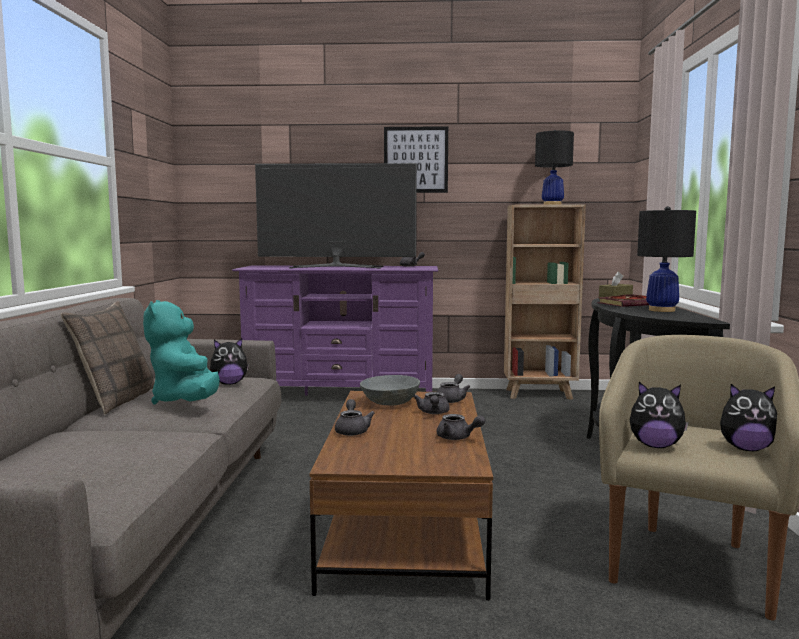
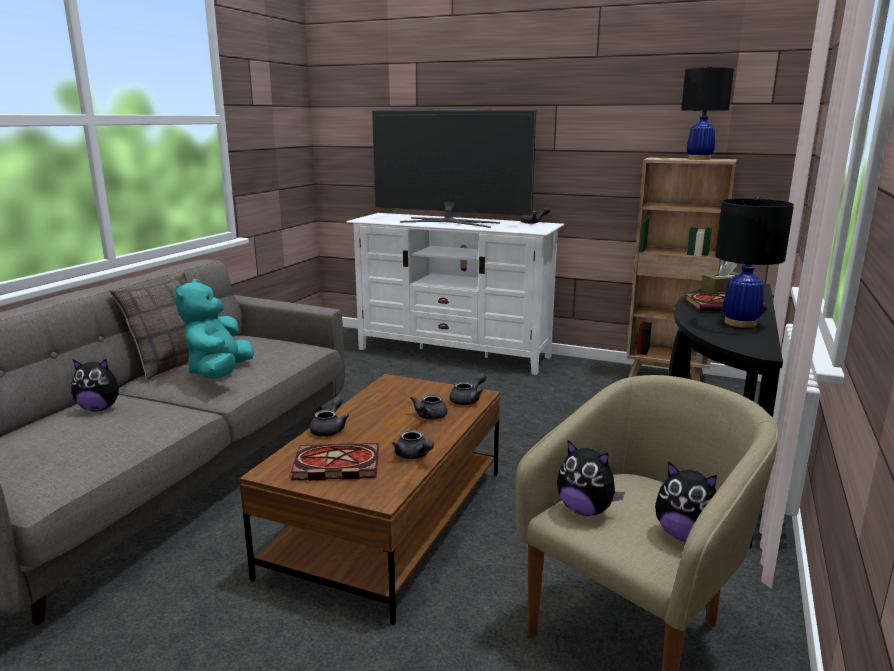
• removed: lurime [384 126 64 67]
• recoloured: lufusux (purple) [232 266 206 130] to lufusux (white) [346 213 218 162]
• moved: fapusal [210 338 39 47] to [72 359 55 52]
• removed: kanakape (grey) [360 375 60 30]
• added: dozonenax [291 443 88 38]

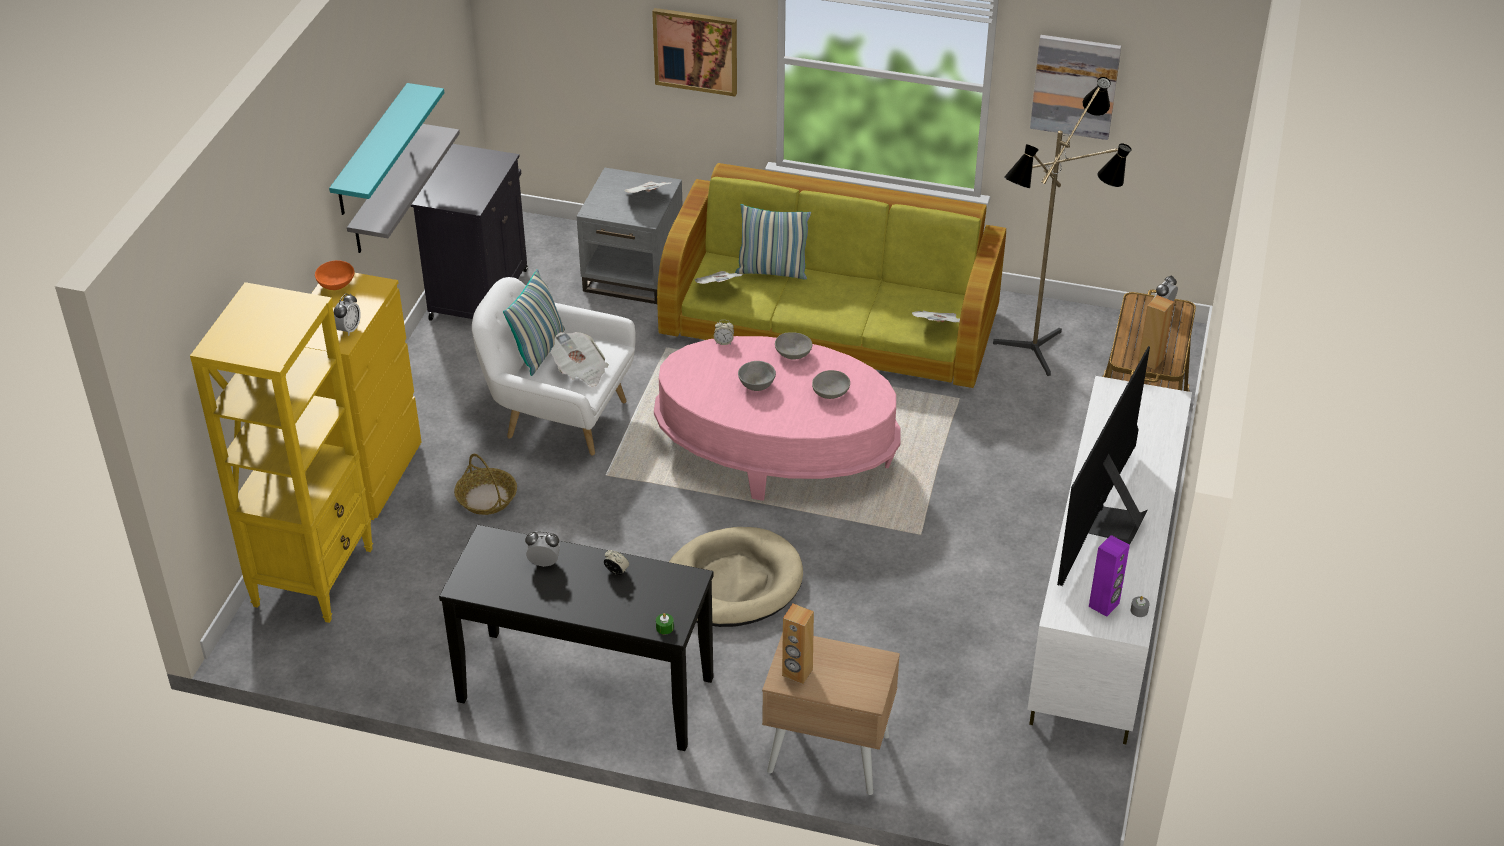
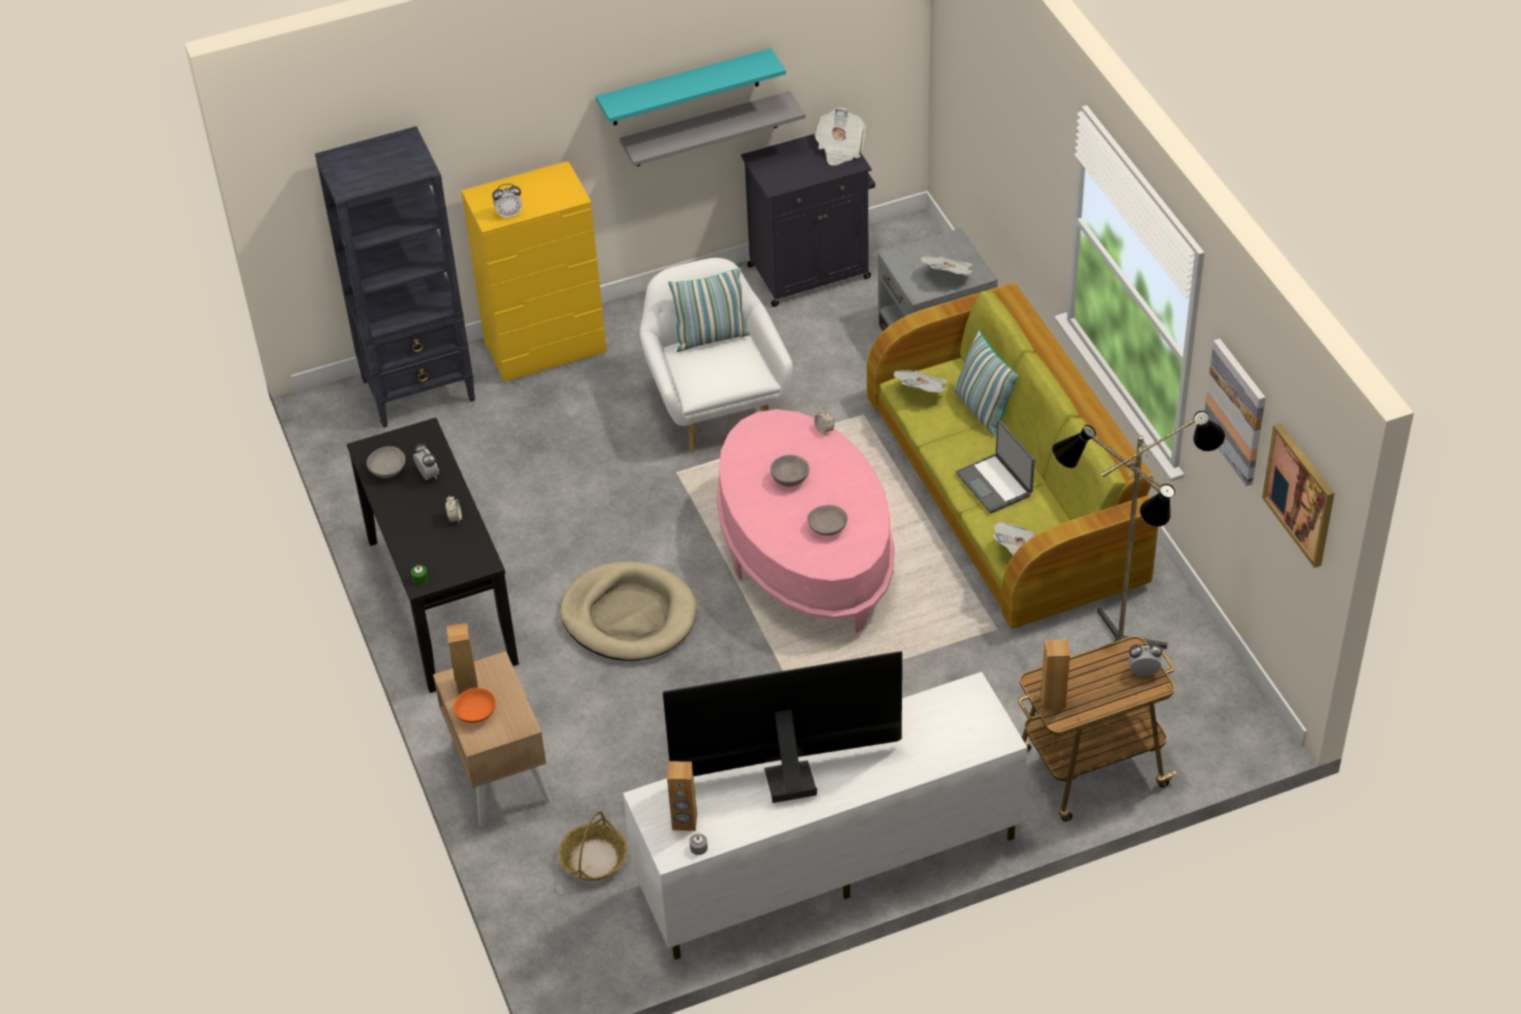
• moved: lurime [652 8 85 88] to [1262 423 73 145]
• moved: kanakape (orange) [315 260 39 30] to [454 688 42 35]
• recoloured: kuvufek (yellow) [190 282 183 341] to kuvufek (black) [315 126 160 302]
• moved: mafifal [551 332 58 55] to [815 107 51 59]
• moved: kanakape (grey) [775 332 38 28] to [367 446 39 32]
• moved: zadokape [454 454 63 61] to [558 811 69 70]
• recoloured: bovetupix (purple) [1089 535 41 82] to bovetupix (brown) [667 761 30 70]
• added: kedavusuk [956 420 79 93]

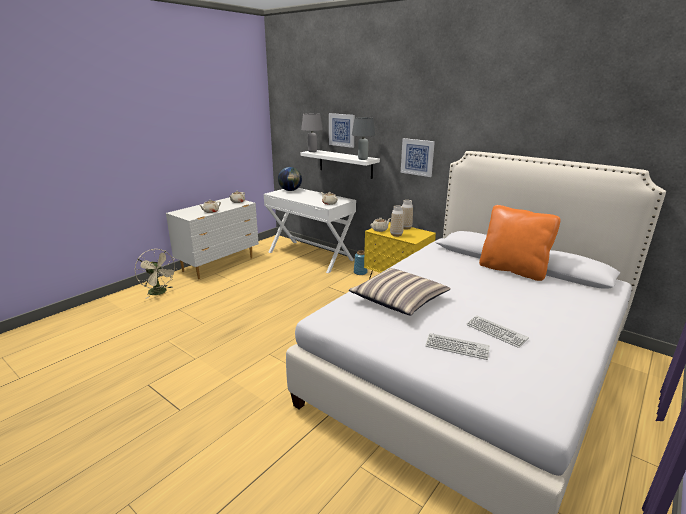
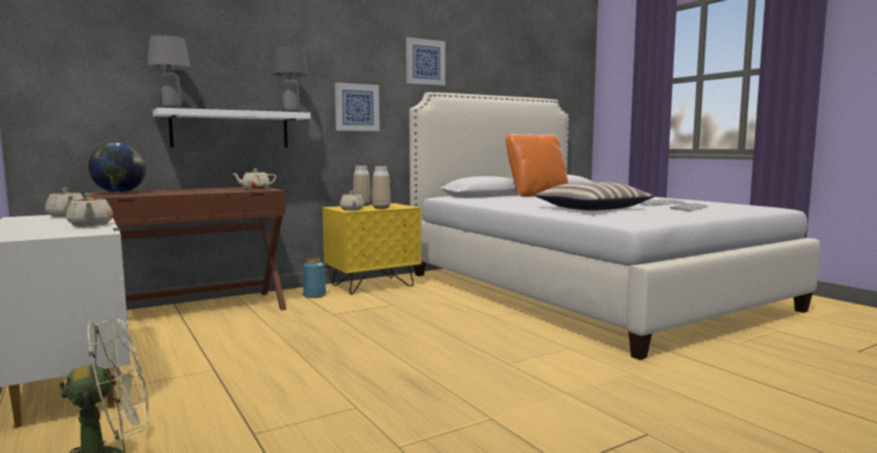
• moved: lurime [329 113 26 35] to [406 37 39 49]
• recoloured: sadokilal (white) [264 188 92 85] to sadokilal (brown) [90 187 197 123]

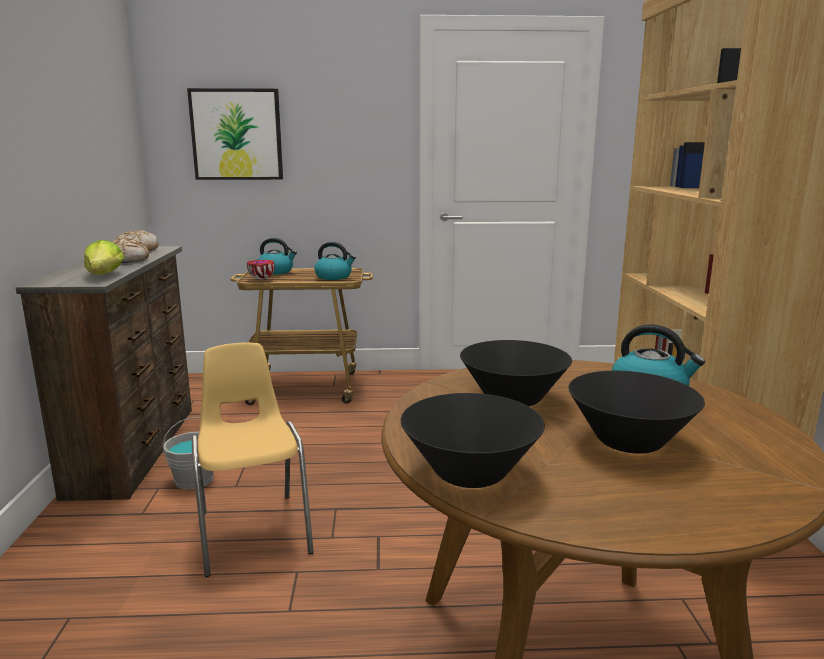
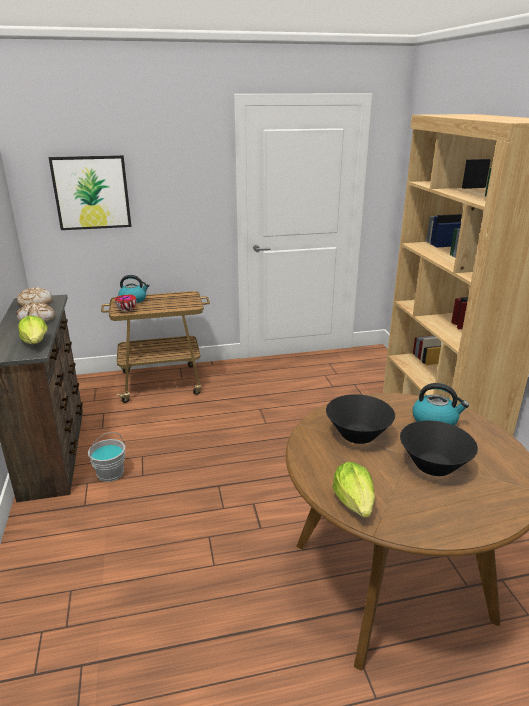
• removed: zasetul [314 242 42 38]
• removed: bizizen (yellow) [192 342 122 235]
• replaced: kanakape (black) [401 393 144 95] to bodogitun [332 462 43 56]

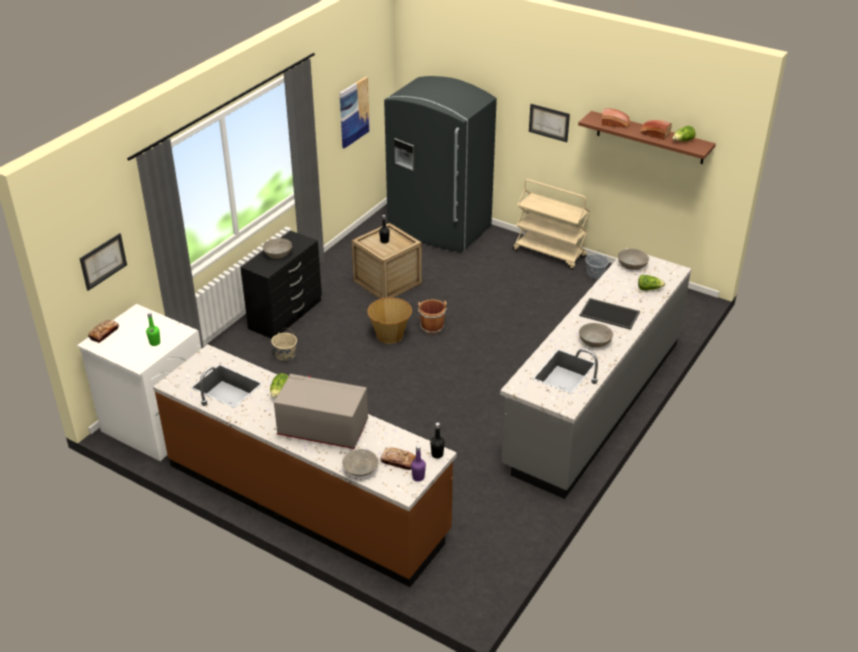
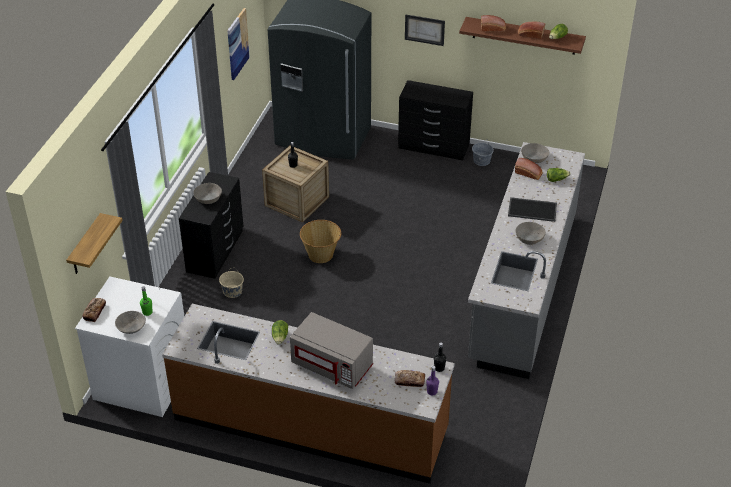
• replaced: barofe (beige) [513 179 77 90] to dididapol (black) [398 80 75 80]
• replaced: lurime [80 233 47 58] to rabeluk [66 213 57 61]
• removed: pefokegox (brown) [417 299 30 35]
• turned: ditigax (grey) [274 374 94 75] = [290 312 83 77] 150 degrees counterclockwise
• moved: kanakape (grey) [342 449 37 28] to [115 311 31 23]
• added: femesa [515 158 28 22]

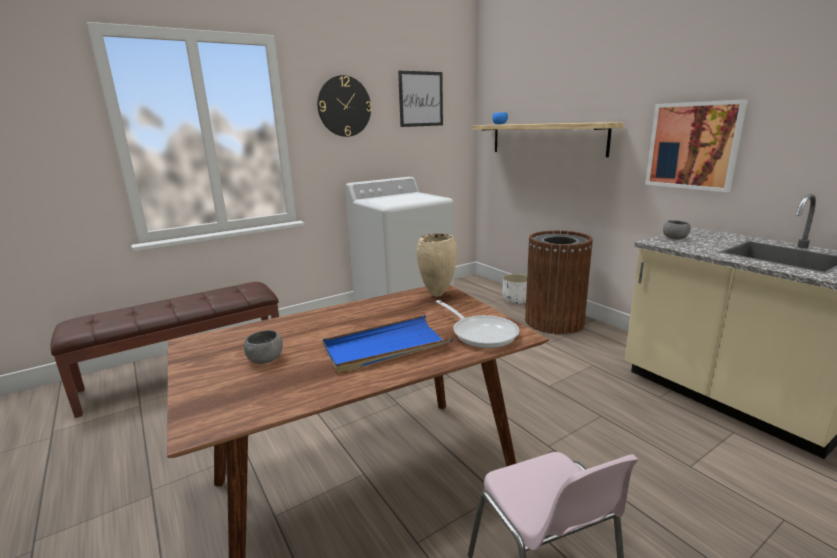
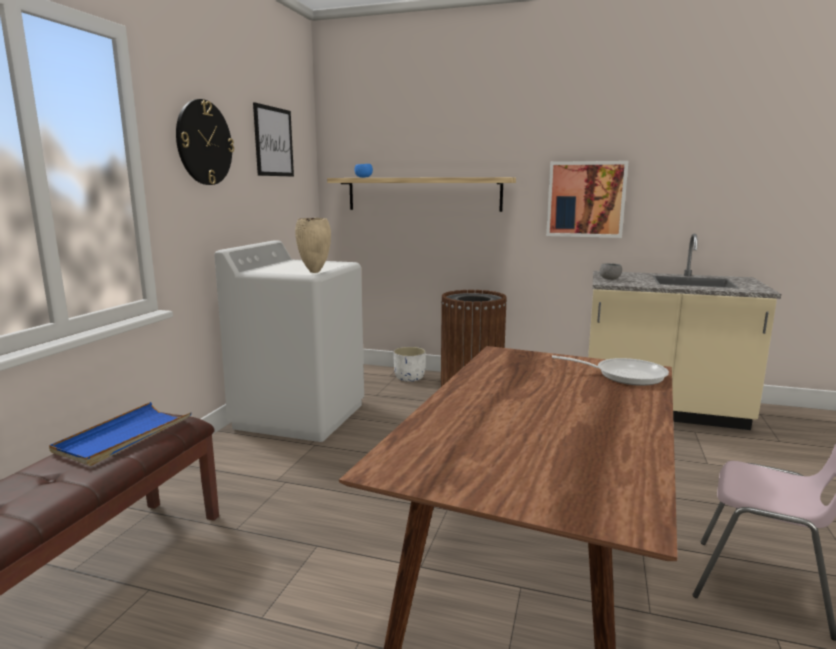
• moved: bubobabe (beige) [417 234 40 63] to [295 218 36 55]
• moved: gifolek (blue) [322 315 131 58] to [49 402 143 64]
• removed: kanakape (grey) [244 330 39 34]

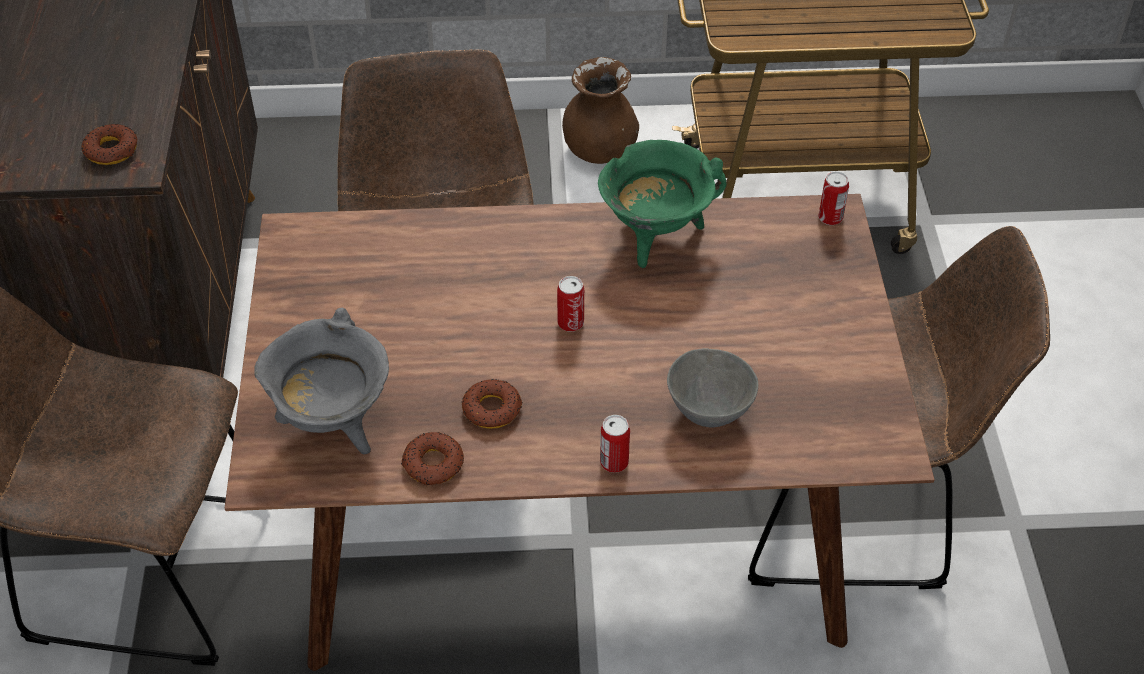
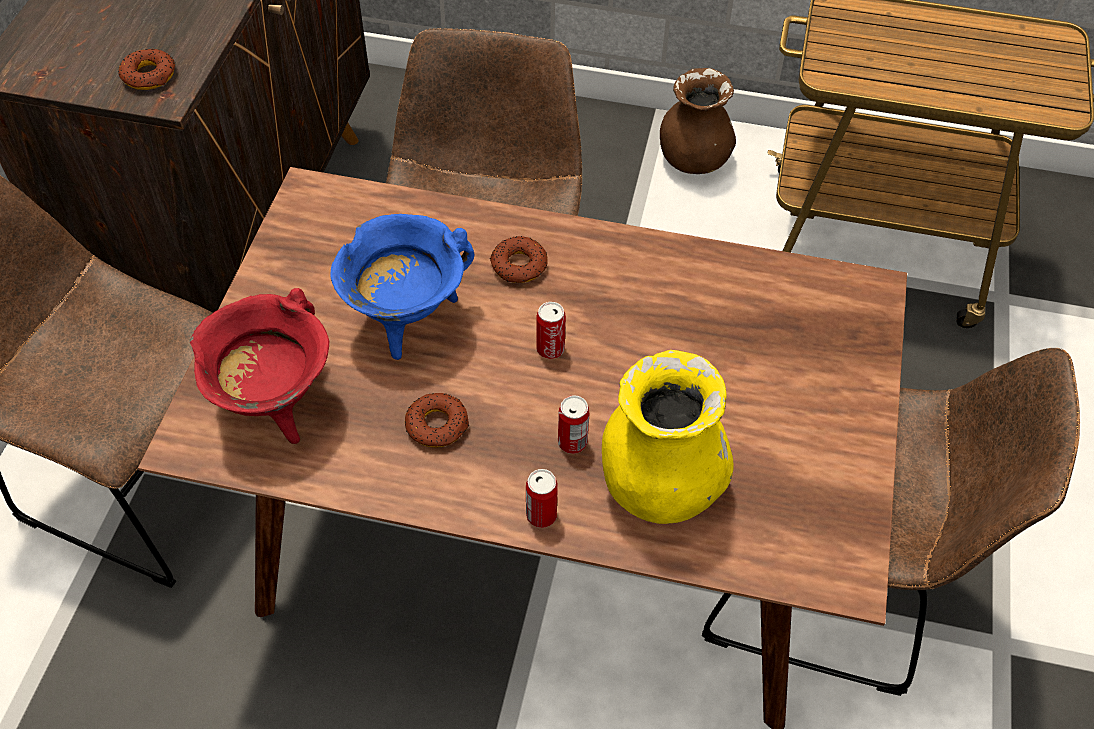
• removed: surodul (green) [598 140 128 128]
• moved: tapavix [818 171 31 54] to [558 395 31 59]
• recoloured: surodul (grey) [254 308 135 146] to surodul (red) [190 288 139 156]
• replaced: kanakape (grey) [667 348 91 79] to bubobabe (yellow) [602 350 131 174]
• moved: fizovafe [401 432 63 53] to [490 236 58 47]
• added: surodul (blue) [331 214 143 146]

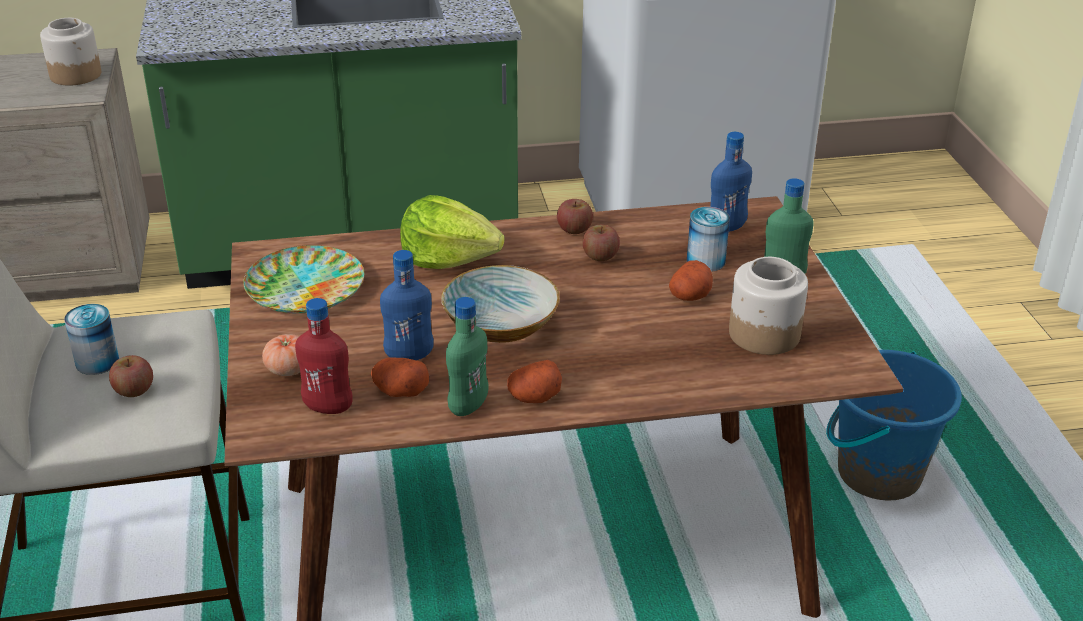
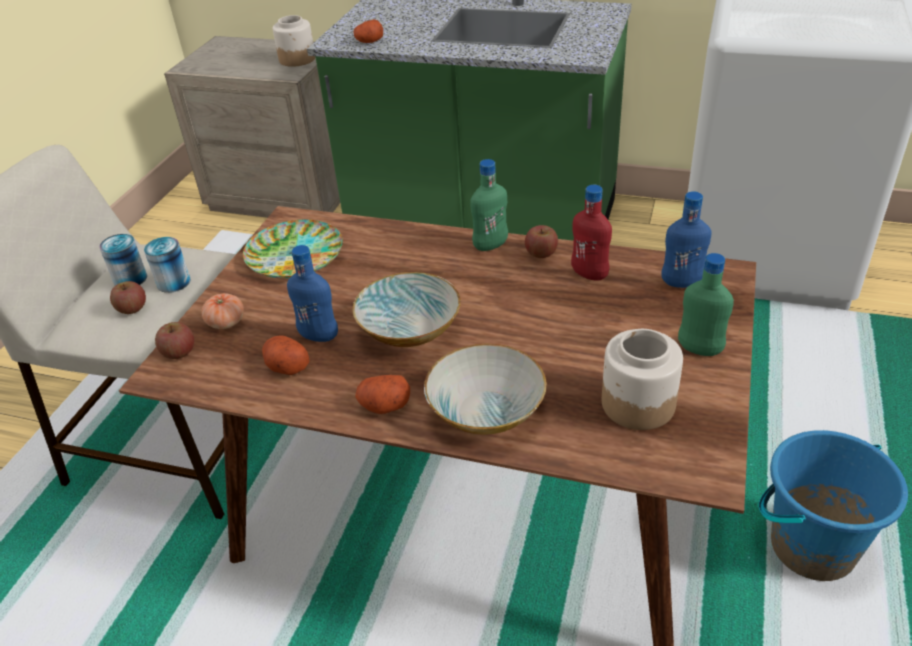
• removed: bodogitun [400 195 105 74]
• moved: tapavix [687 207 43 65] to [144 237 47 56]
• moved: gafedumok [582 225 38 36] to [155 322 39 37]
• moved: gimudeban [669 260 44 41] to [354 19 29 24]
• moved: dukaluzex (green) [446 297 43 119] to [470 159 38 92]
• moved: dukaluzex (red) [295 298 57 116] to [571 185 41 96]
• added: kanakape [424 344 123 91]

